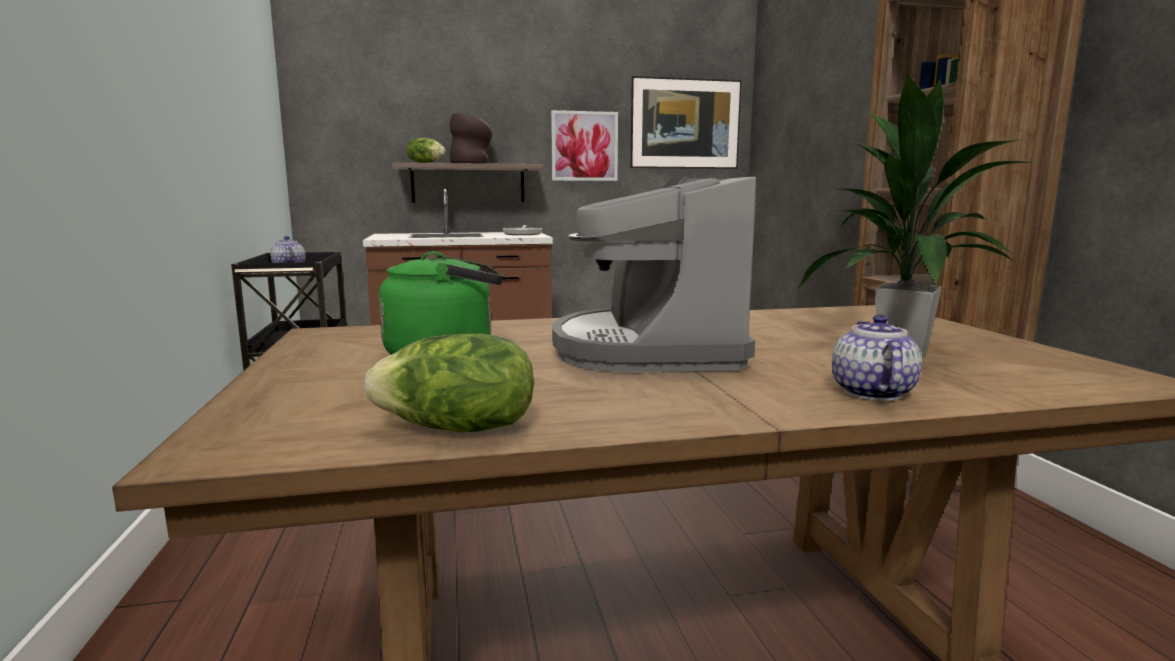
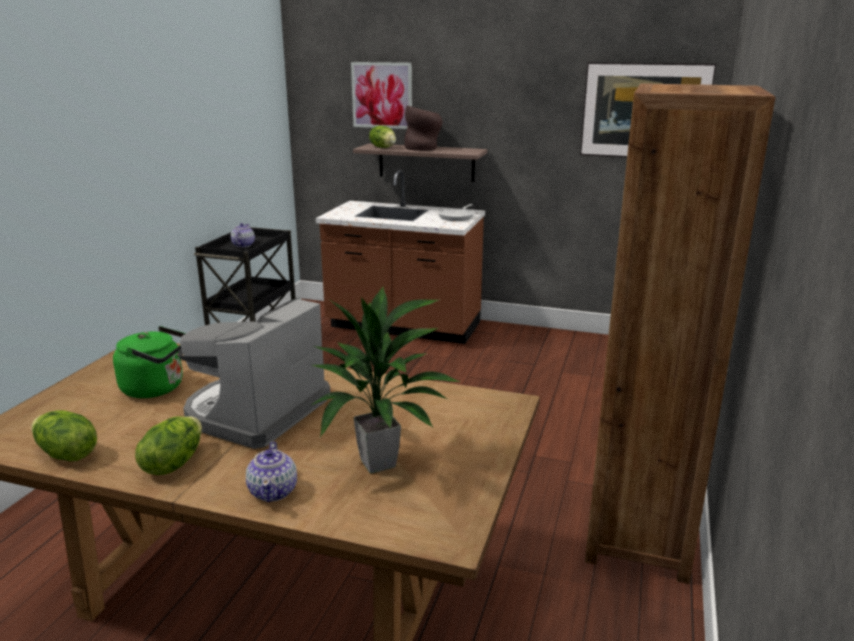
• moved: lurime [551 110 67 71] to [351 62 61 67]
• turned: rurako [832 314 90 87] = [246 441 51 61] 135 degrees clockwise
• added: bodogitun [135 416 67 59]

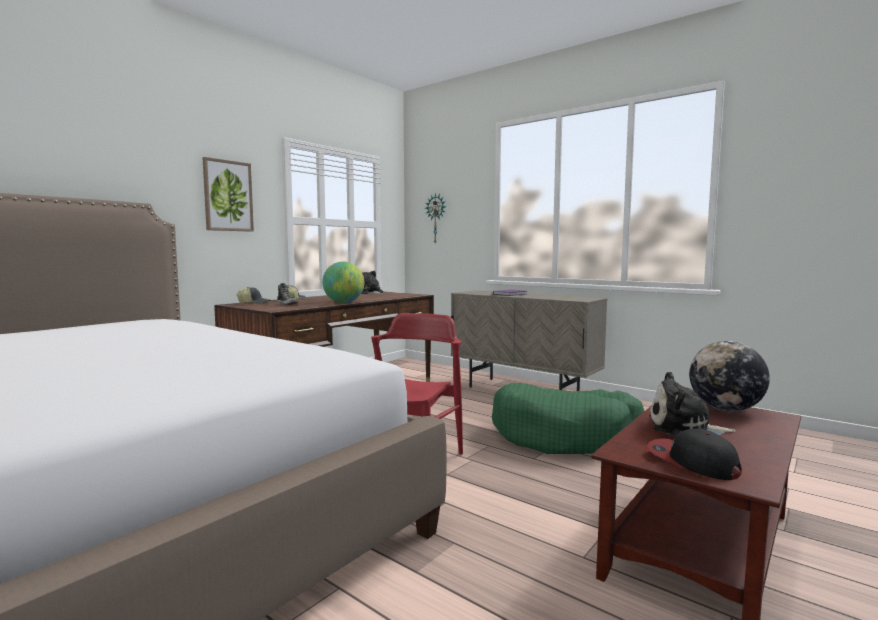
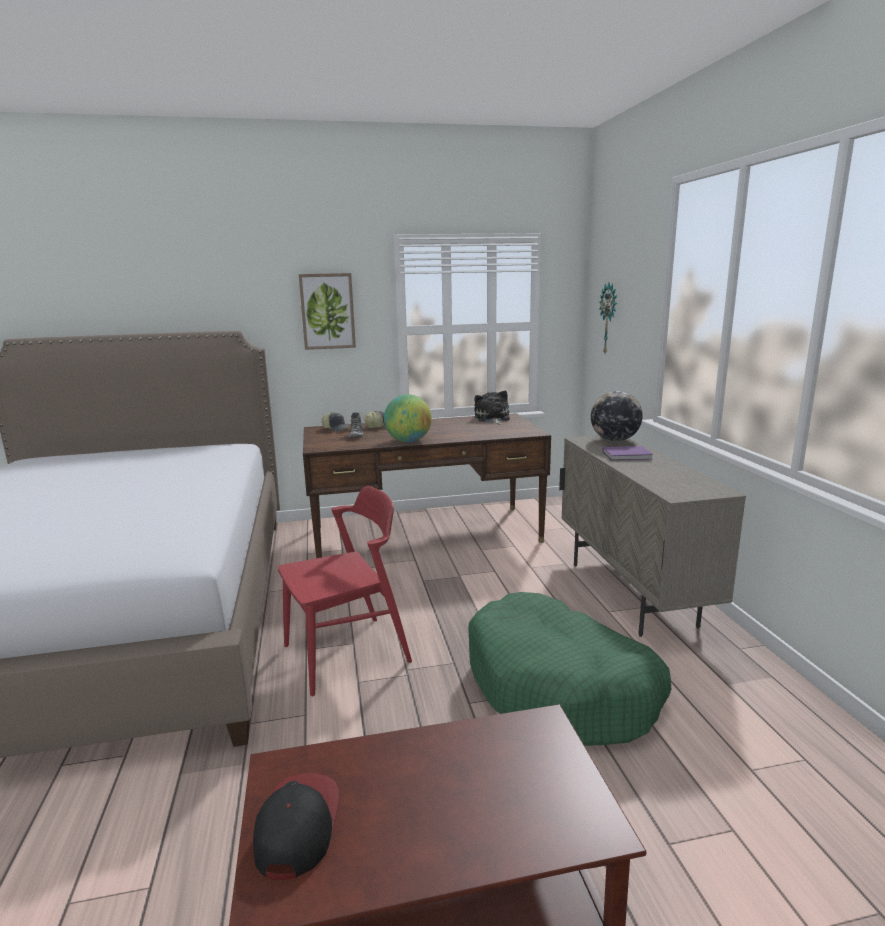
• moved: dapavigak [689 341 81 70] to [591 391 52 50]
• removed: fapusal [649 372 87 65]

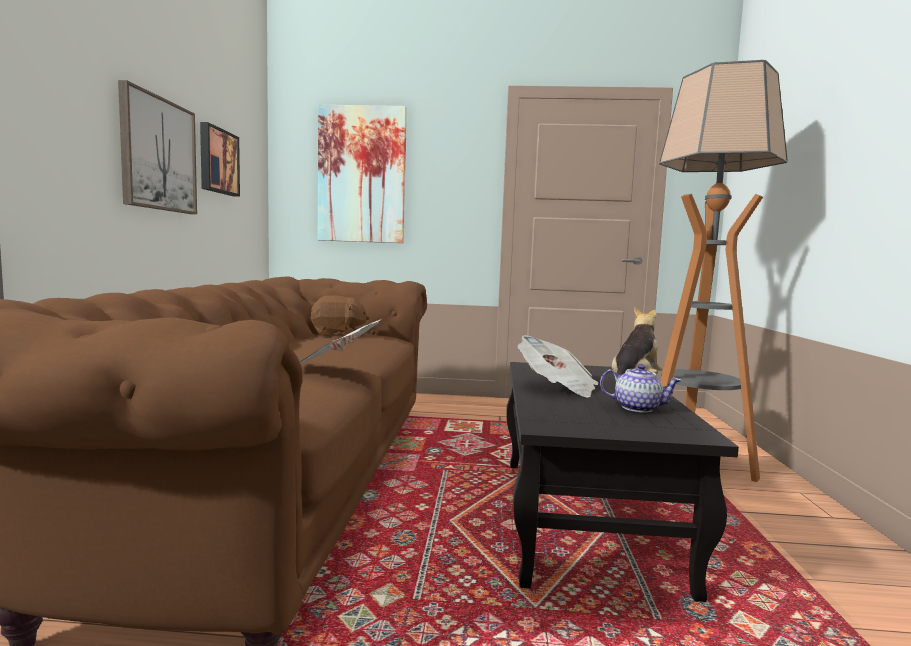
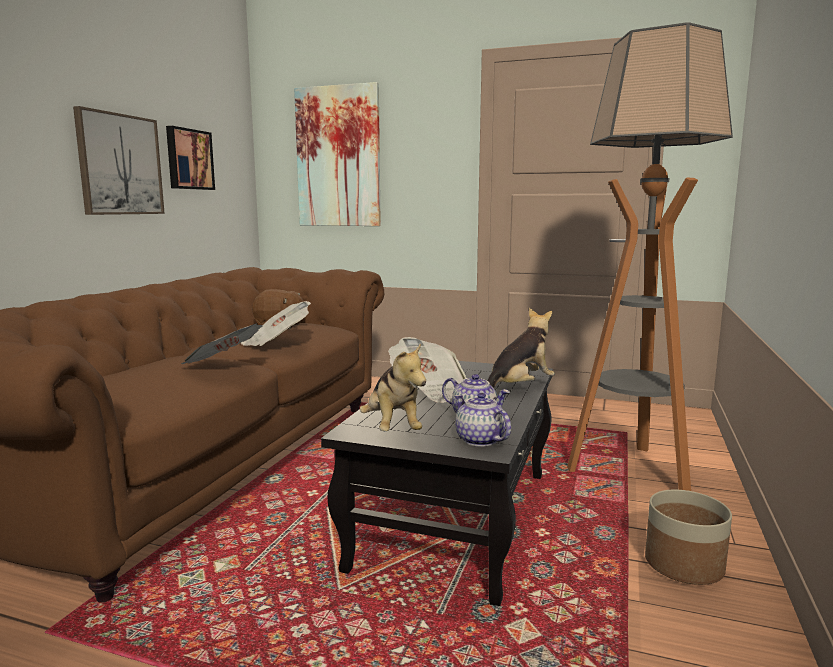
• added: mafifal [241 301 70 45]
• added: fapusal [360 343 66 88]
• added: rurako [454 393 57 54]
• added: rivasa [645 490 87 95]

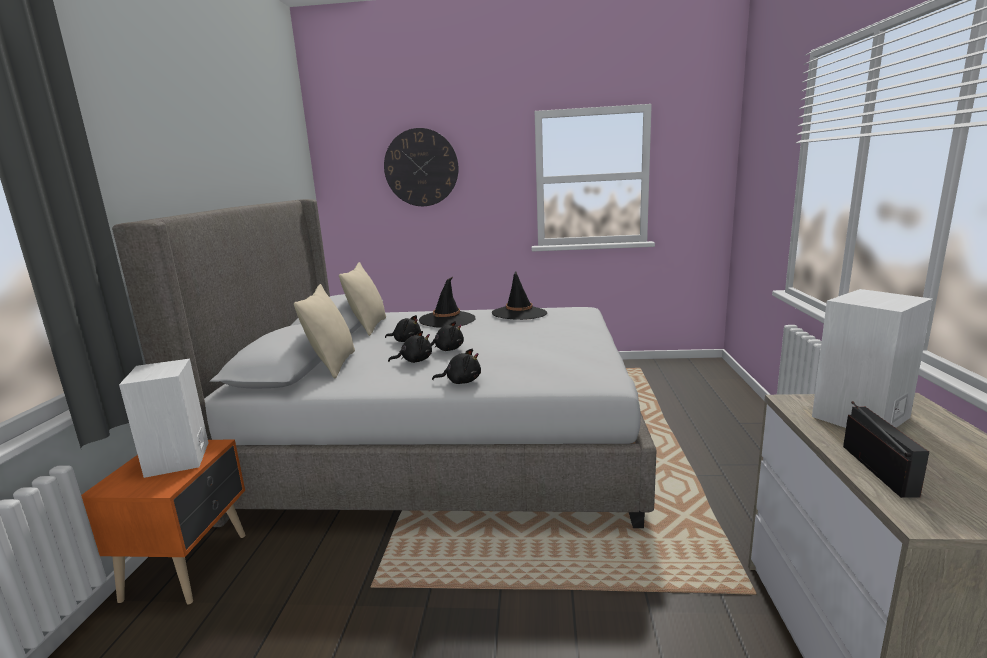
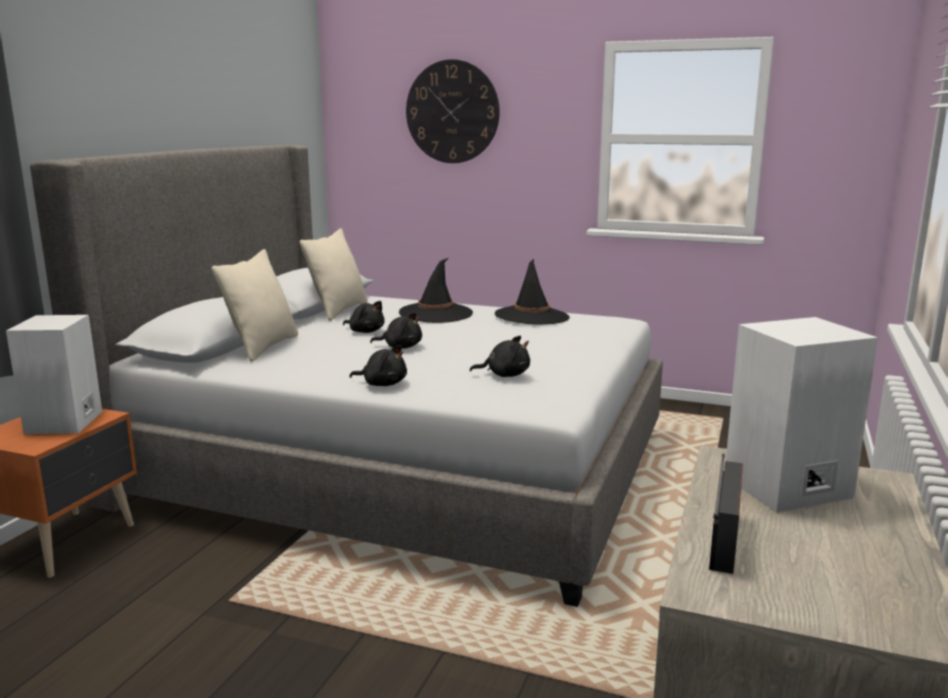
• moved: fapusal (black) [388 331 44 32] to [470 335 60 42]

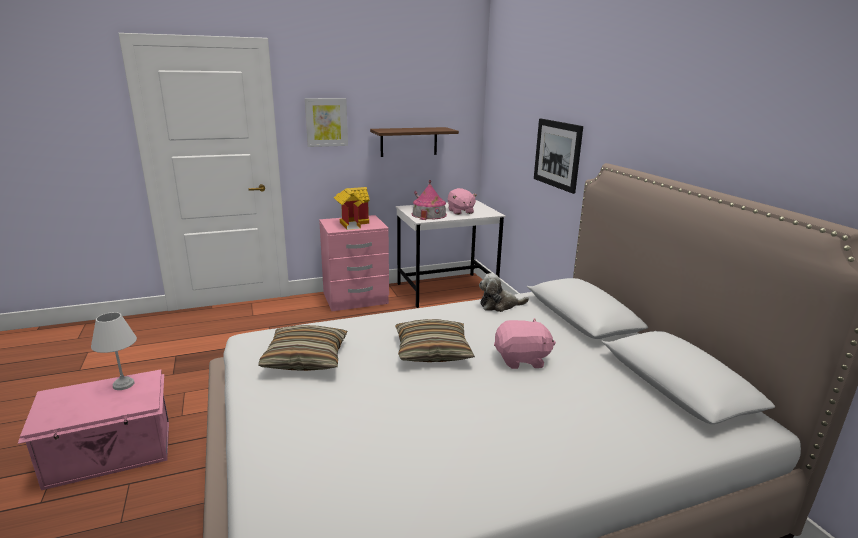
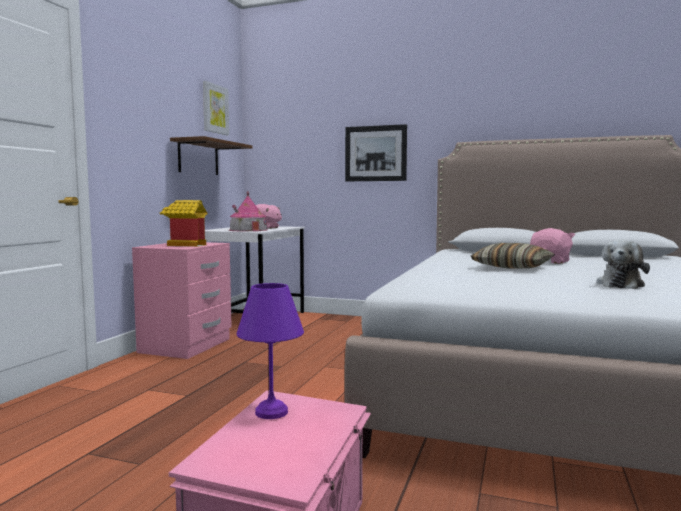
• moved: lurime [305 98 43 49] to [203 81 26 54]
• moved: fapusal [479 273 50 39] to [596 239 54 50]
• recoloured: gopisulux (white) [91 312 46 78] to gopisulux (purple) [236 283 68 136]
• removed: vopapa [258 325 90 46]

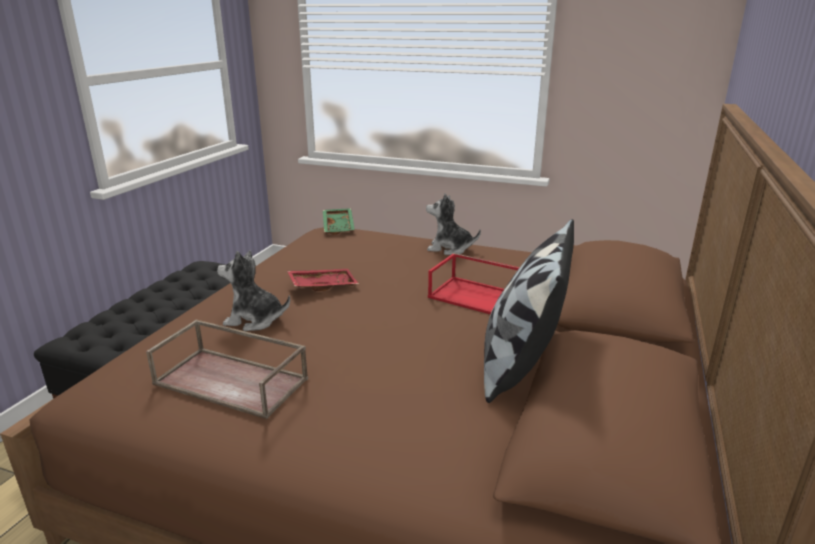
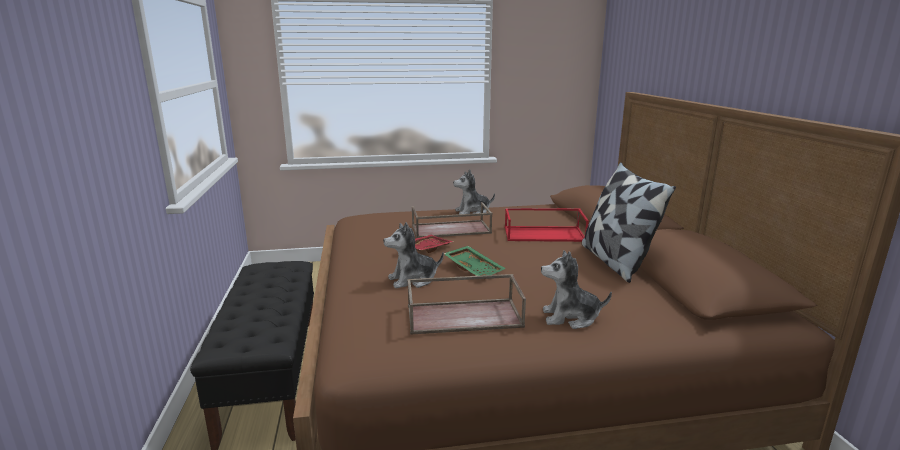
• moved: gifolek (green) [323 208 32 27] to [444 246 62 30]
• added: gifolek (brown) [412 202 81 36]
• added: fapusal [541 250 71 79]

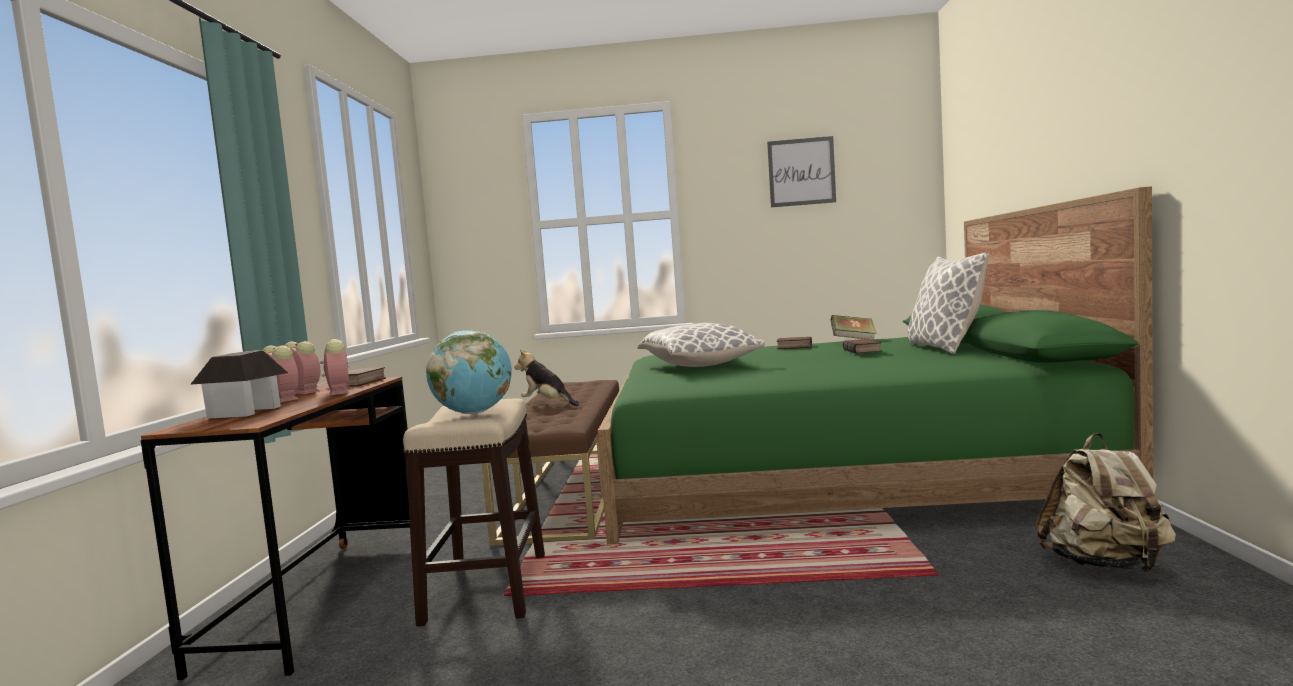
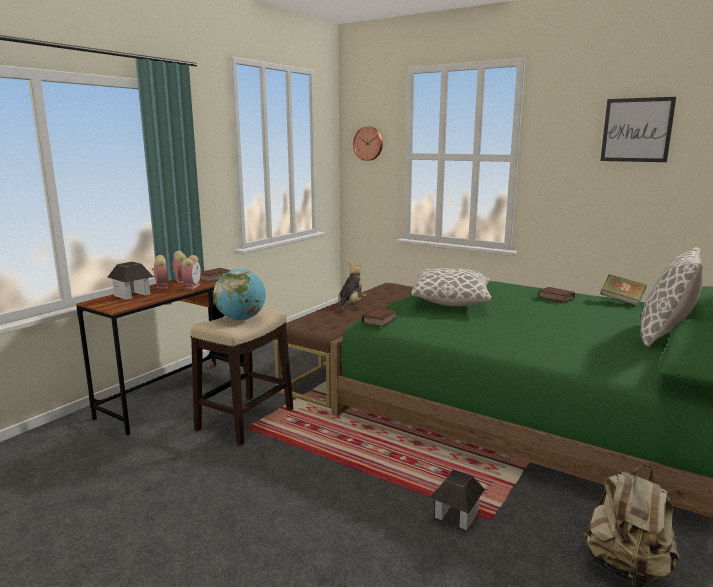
• moved: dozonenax [843 339 39 15] to [362 307 35 20]
• turned: fapusal [514 349 65 57] = [338 263 28 50] 45 degrees clockwise
• added: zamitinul [353 127 30 34]
• added: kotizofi [429 470 56 60]

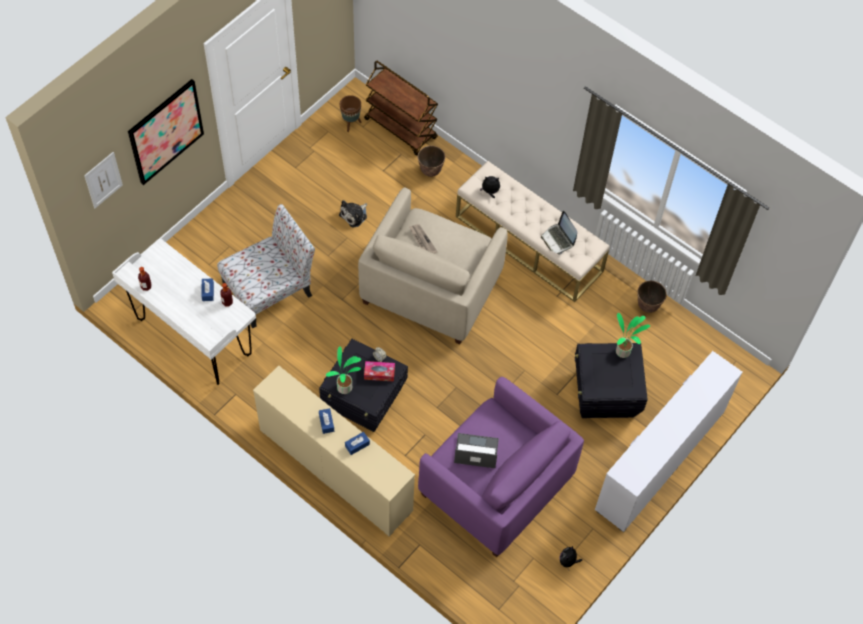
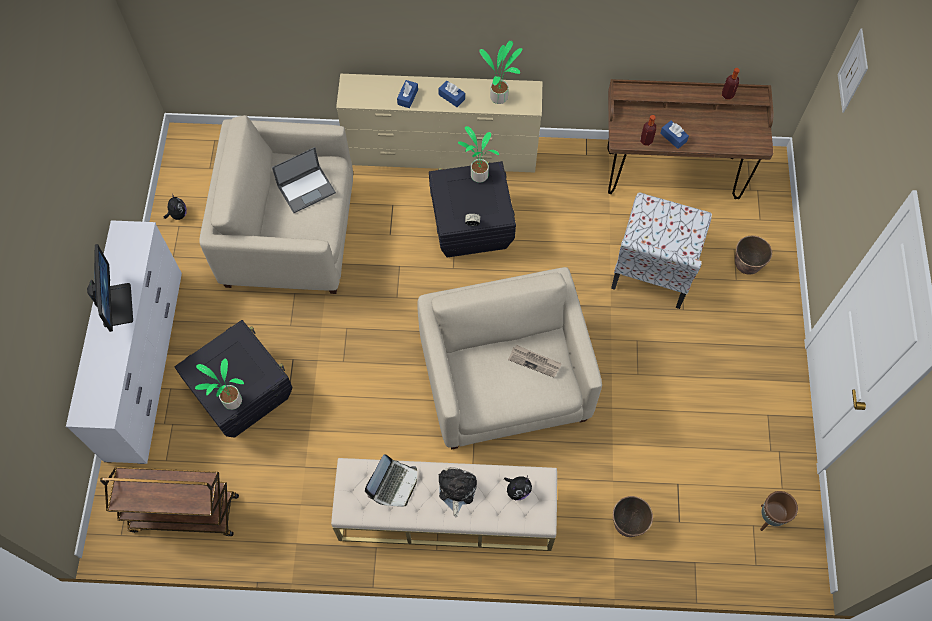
• moved: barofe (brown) [364 60 74 95] to [100 467 139 69]
• removed: lurime [128 79 76 106]
• moved: fapusal [339 200 28 27] to [439 467 38 51]
• turned: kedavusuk [541 211 36 44] = [365 454 52 53] 90 degrees clockwise
• recoloured: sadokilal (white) [112 239 144 146] to sadokilal (brown) [607 79 166 120]
• moved: rivasa [637 281 30 32] to [735 236 37 39]
• removed: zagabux [364 361 31 21]
• recoloured: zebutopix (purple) [418 377 166 181] to zebutopix (beige) [199 115 154 179]
• added: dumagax [479 41 43 63]
• added: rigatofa [87 244 46 88]

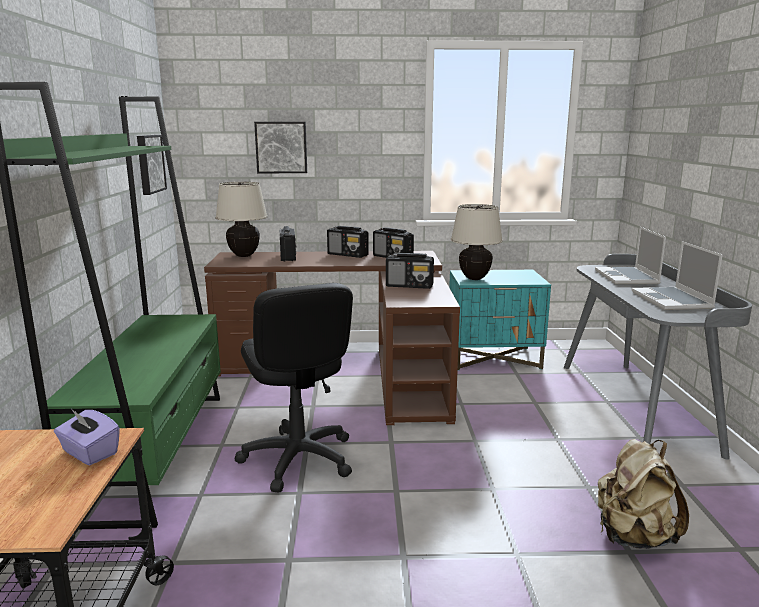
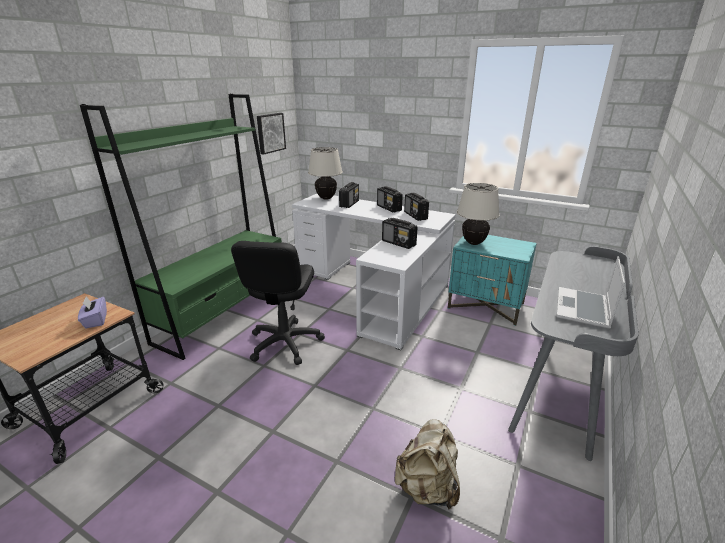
• removed: lurime [254 122 53 51]
• removed: kedavusuk [595 227 71 57]
• recoloured: sadokilal (brown) [204 251 256 174] to sadokilal (white) [292 194 164 156]

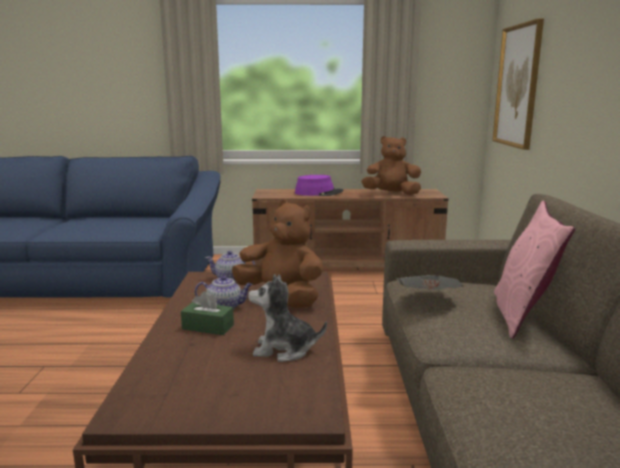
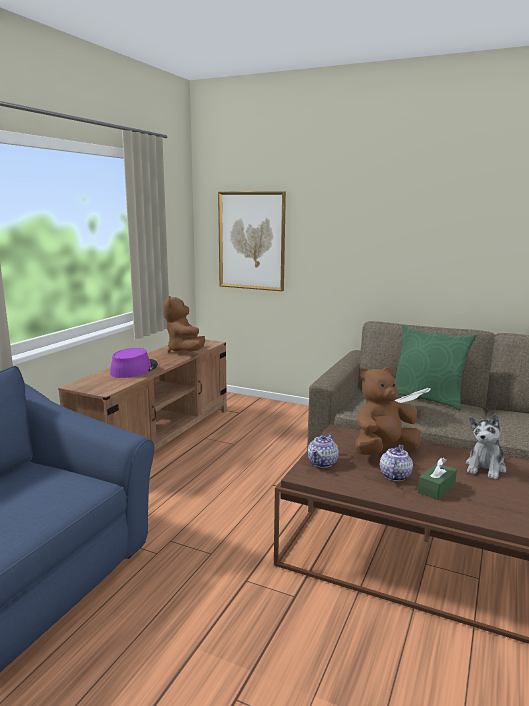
• turned: fapusal (brown) [361 136 60 59] = [164 296 41 57] 45 degrees counterclockwise
• recoloured: vopapa (pink) [494 201 81 138] to vopapa (green) [395 325 81 85]

